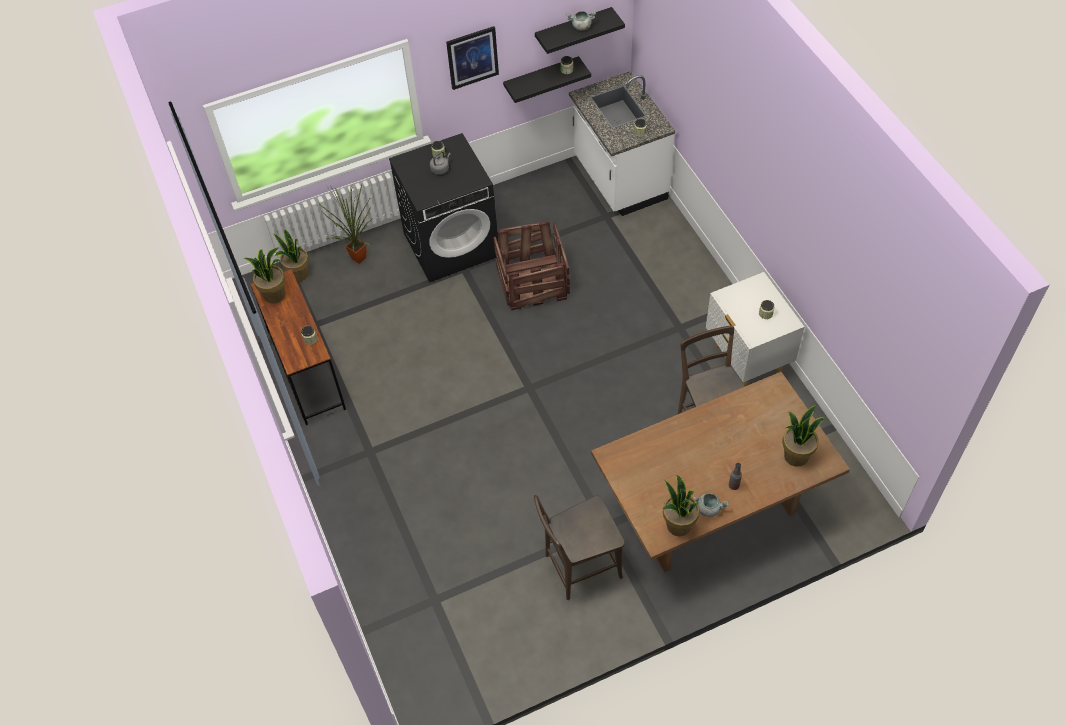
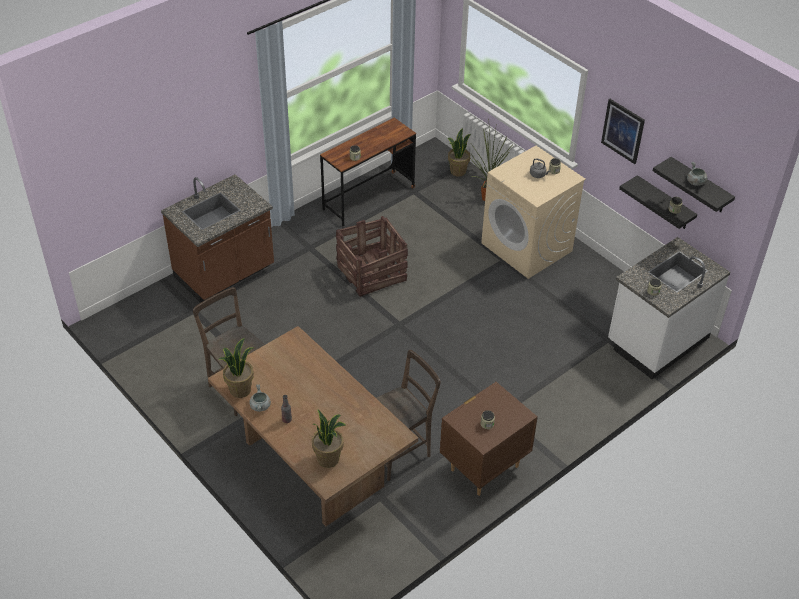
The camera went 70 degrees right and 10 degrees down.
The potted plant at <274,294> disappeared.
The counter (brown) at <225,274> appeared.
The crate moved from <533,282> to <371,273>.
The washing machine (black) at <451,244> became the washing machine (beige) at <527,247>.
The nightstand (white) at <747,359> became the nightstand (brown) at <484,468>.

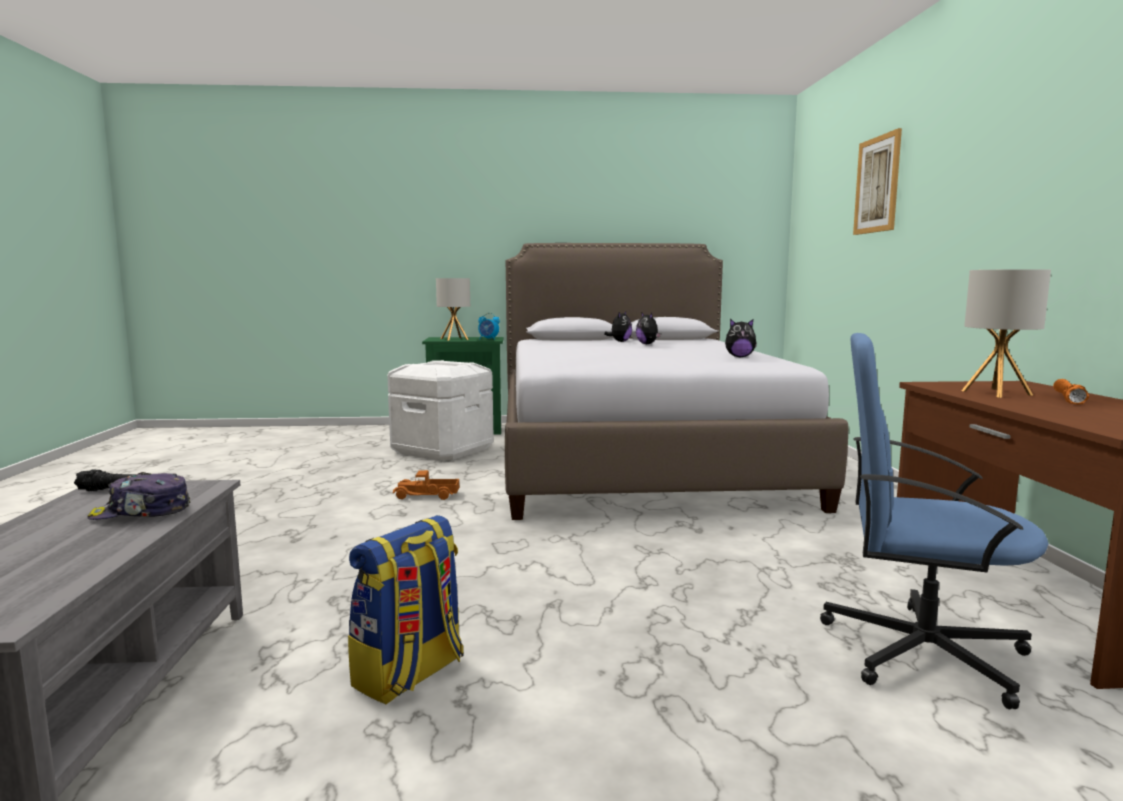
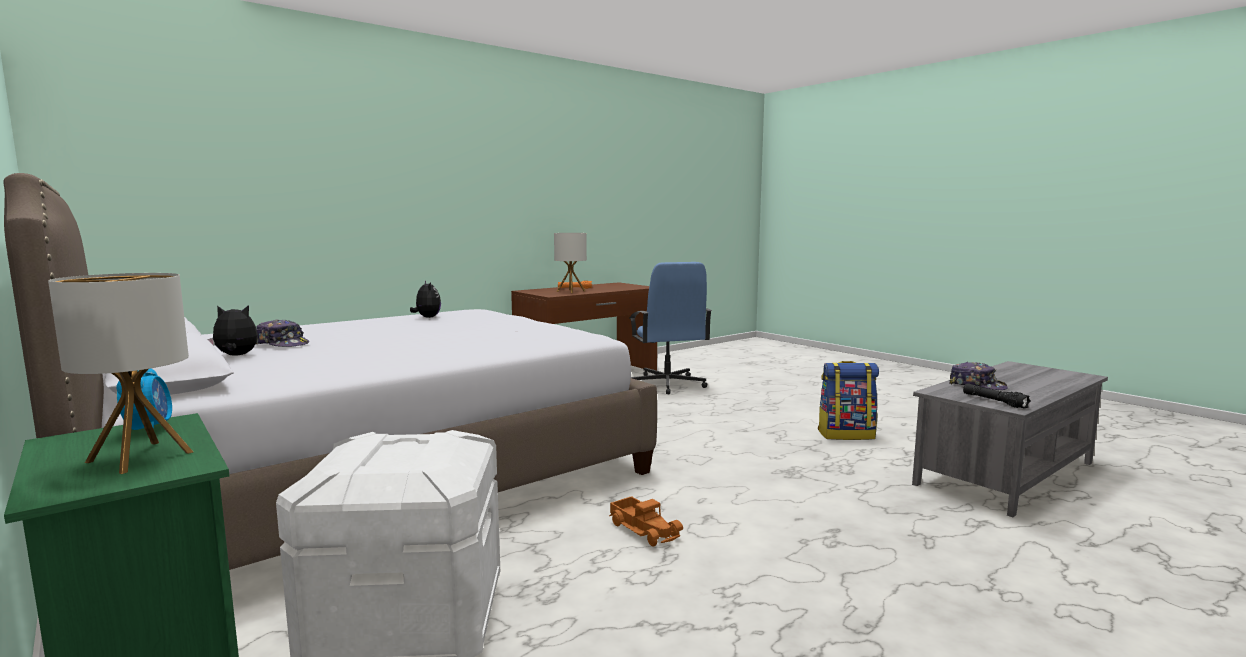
The camera went 125 degrees left and 0 degrees up.
The picture at <877,185> disappeared.
The plush toy at <648,344> was replaced by the cap at <282,344>.

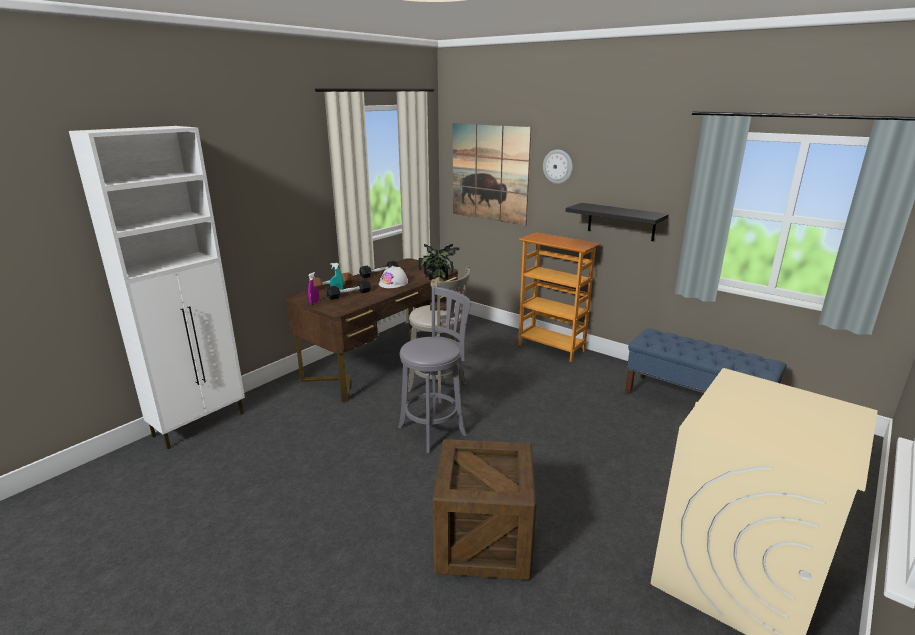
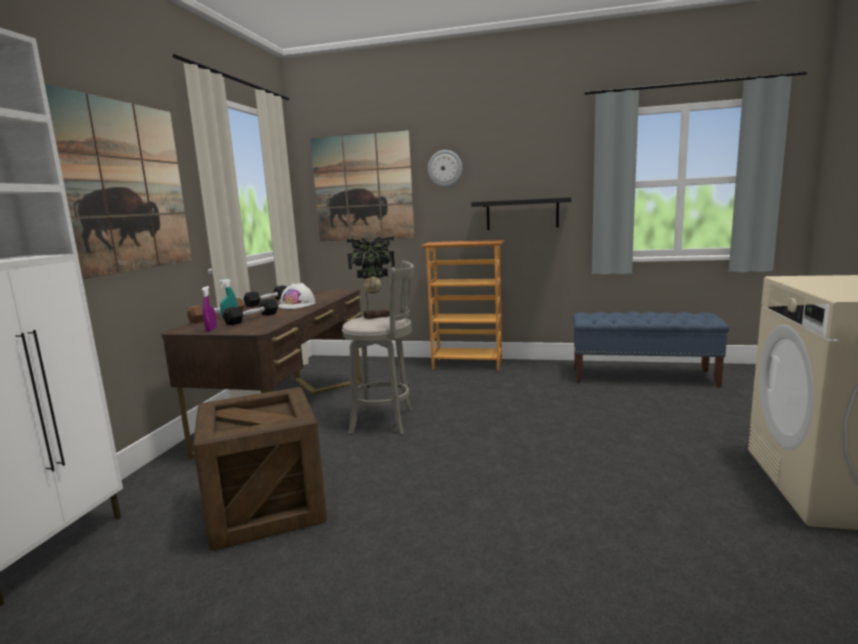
The camera went 25 degrees left and 10 degrees down.
The stool (grey) at <435,430> disappeared.
The picture at <122,187> appeared.
The crate moved from <483,541> to <266,508>.

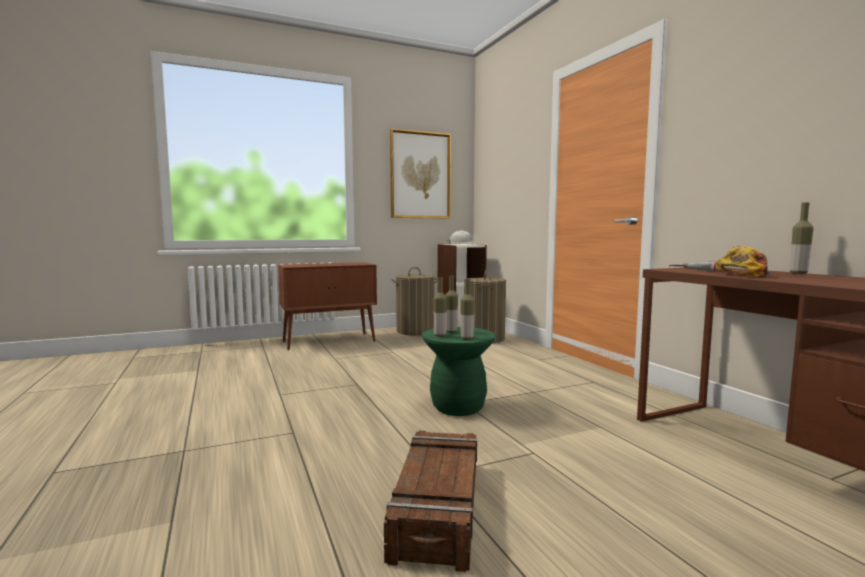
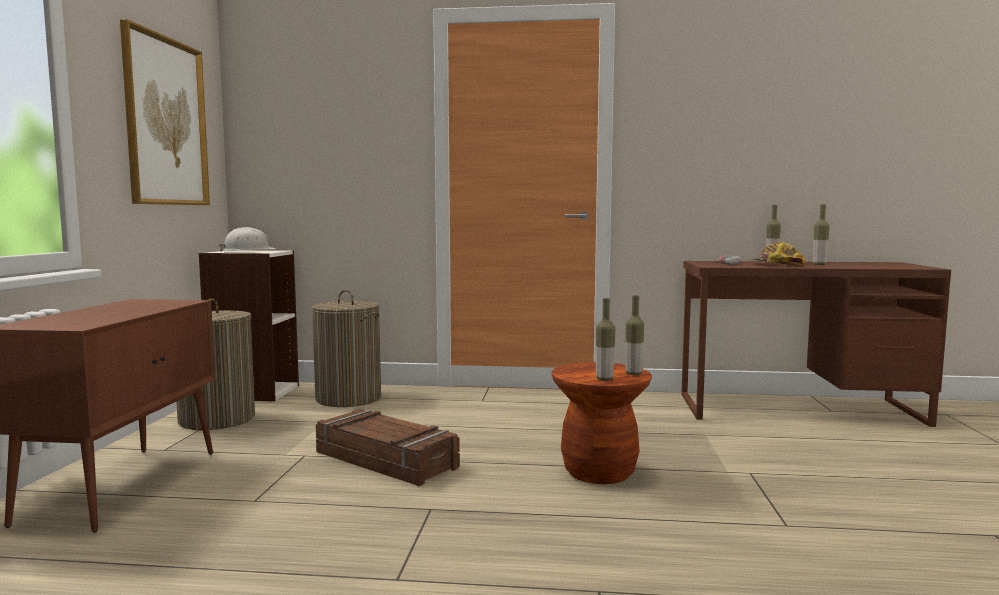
The camera went 60 degrees left and 0 degrees up.
The crate moved from <439,507> to <386,460>.
The bottle moved from <451,332> to <819,264>.
The stool (green) at <458,407> became the stool (brown) at <599,472>.

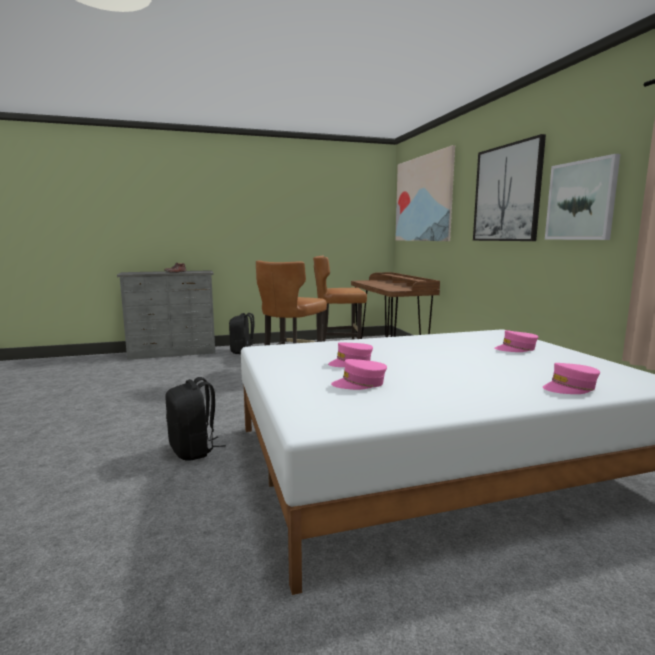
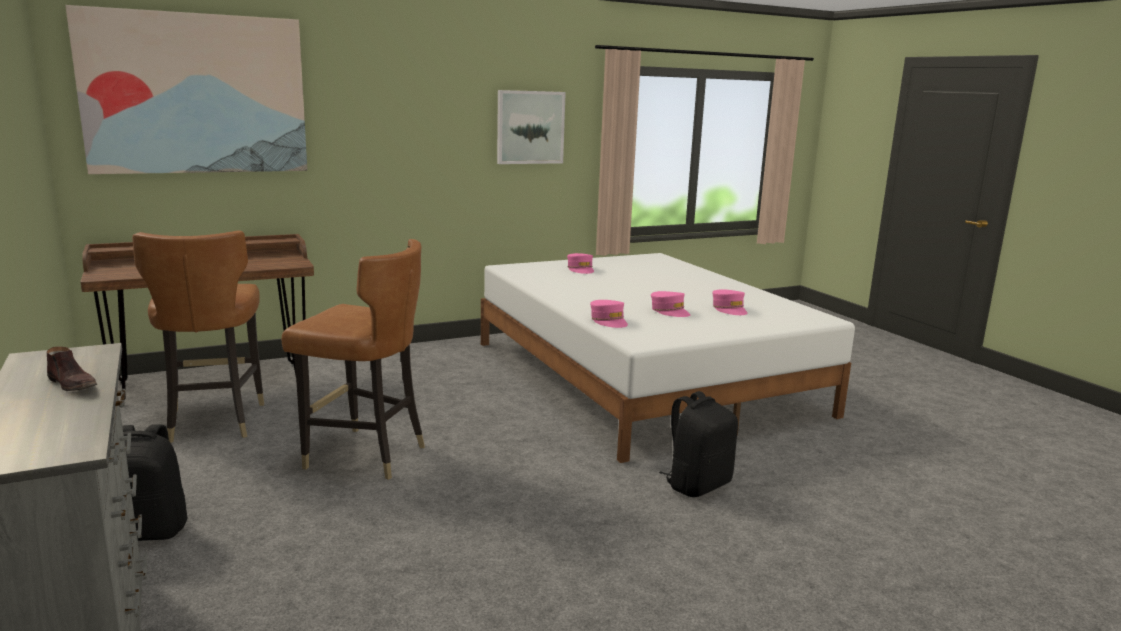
The camera went 100 degrees left and 5 degrees up.
The picture at <507,193> disappeared.
The cap (pink) moved from <570,388> to <609,321>.

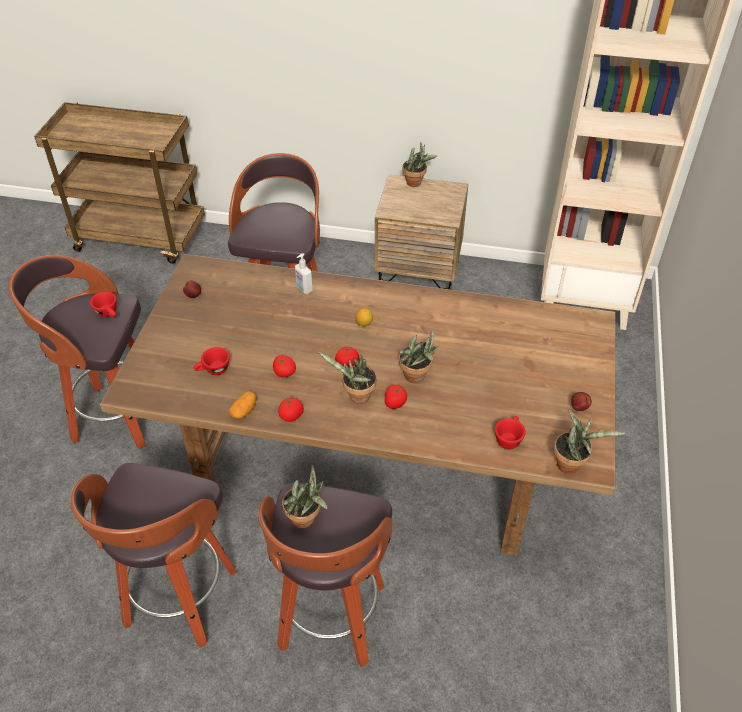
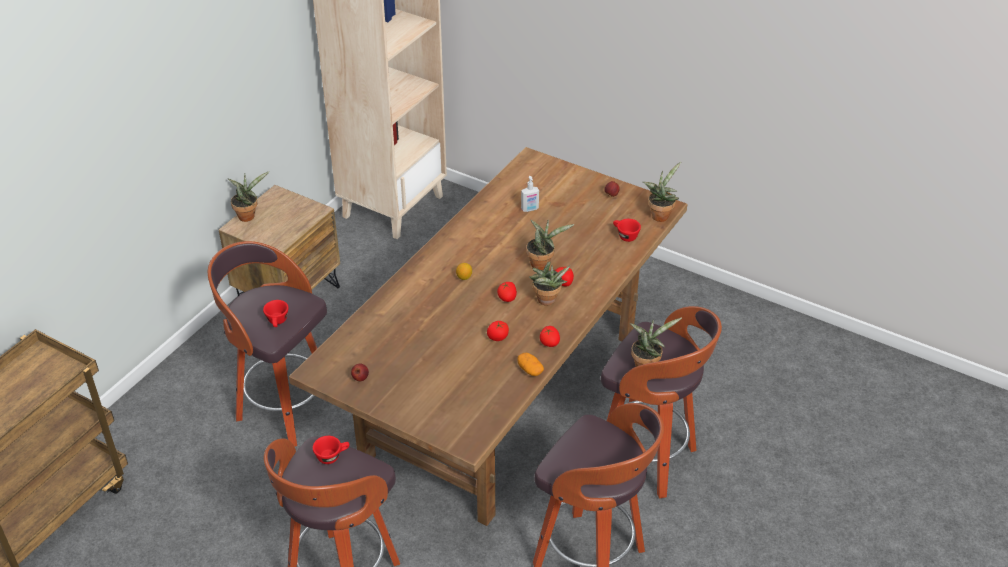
The camera went 70 degrees left and 5 degrees down.
The cup (red) moved from <213,370> to <277,322>.
The soap dispenser moved from <304,289> to <530,209>.

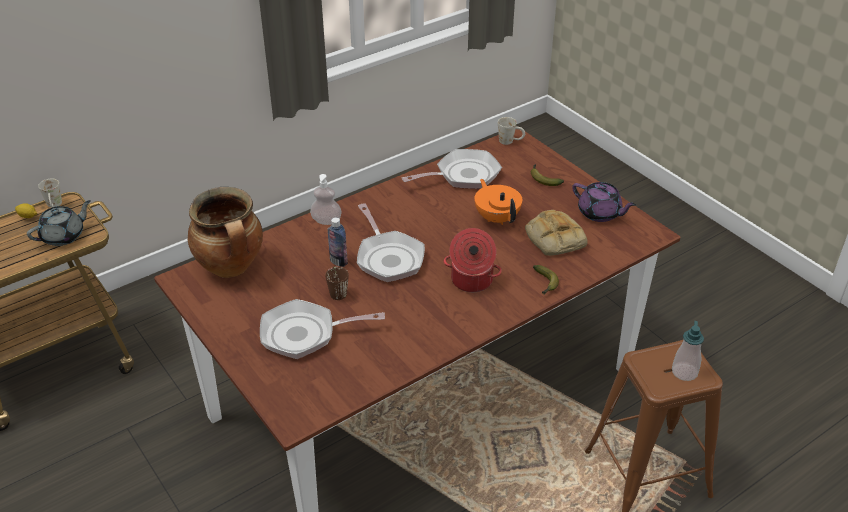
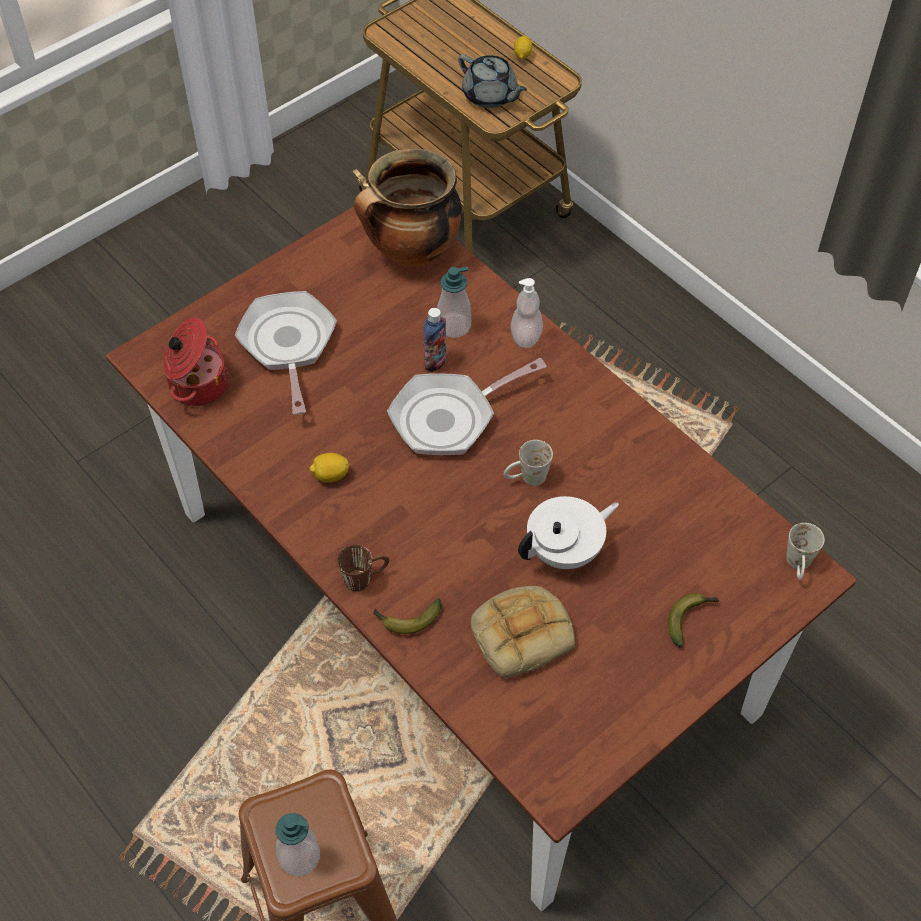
The camera went 85 degrees right and 15 degrees up.
The frying pan at <463,175> disappeared.
The teapot (purple) at <600,213> disappeared.
The lemon at <330,475> appeared.
The soap dispenser at <454,326> appeared.
The mug (white) moved from <54,206> to <526,478>.
The mug (brown) moved from <337,291> to <365,577>.
The cooking pot moved from <471,281> to <197,384>.
The teapot (orange) at <497,218> became the teapot (white) at <565,551>.

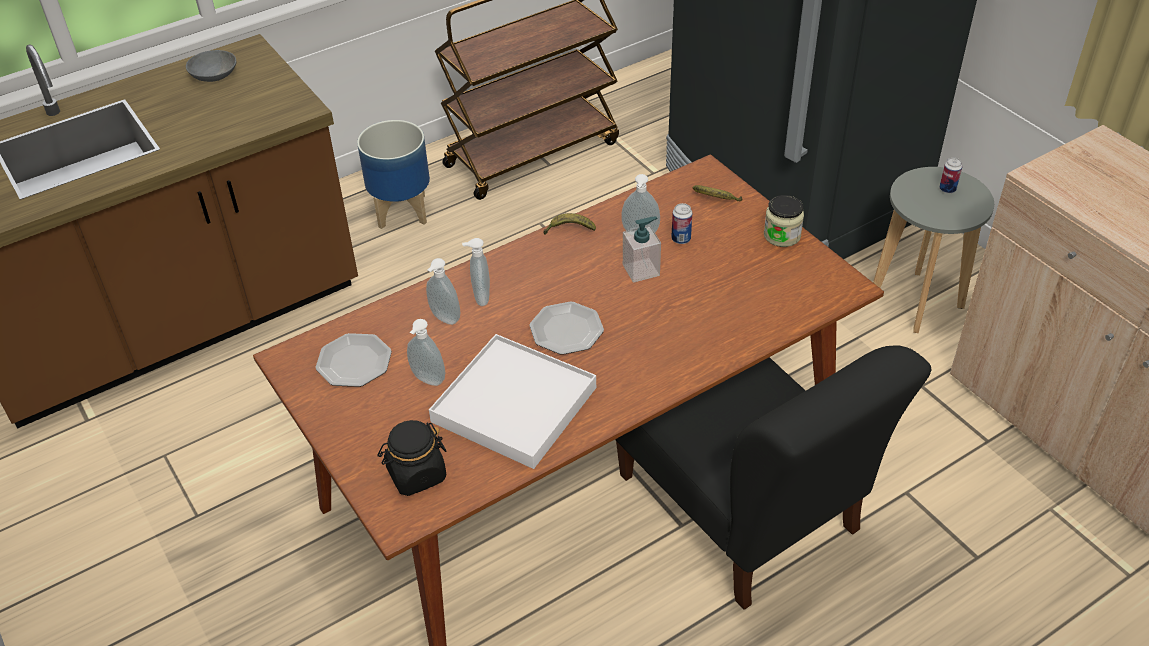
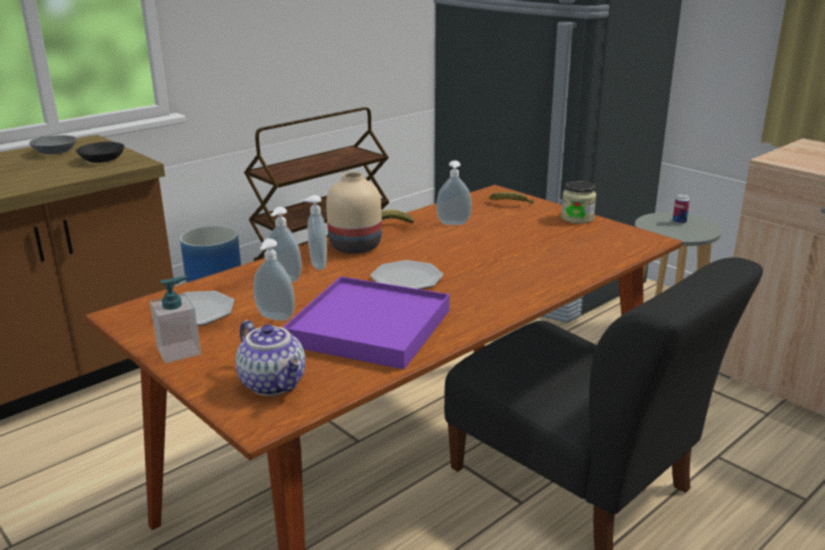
The camera went 10 degrees left and 20 degrees down.
The can at <681,239> disappeared.
The bowl (black) at <101,160> appeared.
The vase (beige) at <357,246> appeared.
The soap dispenser moved from <641,270> to <179,351>.
The jar (black) at <416,474> was replaced by the teapot at <274,384>.
The tray (white) at <513,405> became the tray (purple) at <369,327>.

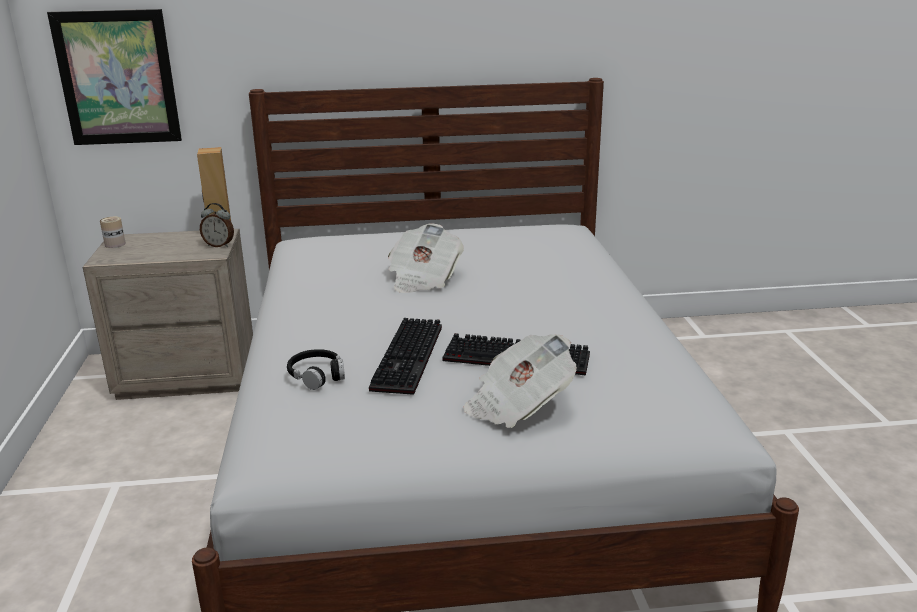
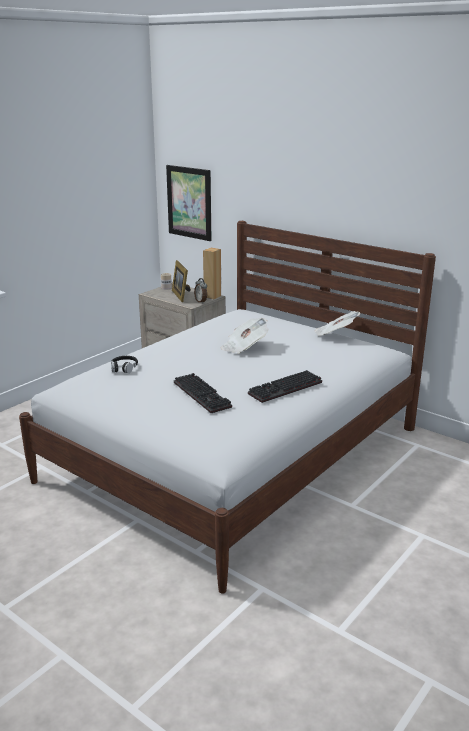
The camera went 45 degrees right and 0 degrees up.
The picture frame at <181,295> appeared.
The keyboard moved from <410,359> to <285,389>.
The newspaper moved from <518,405> to <335,334>.

